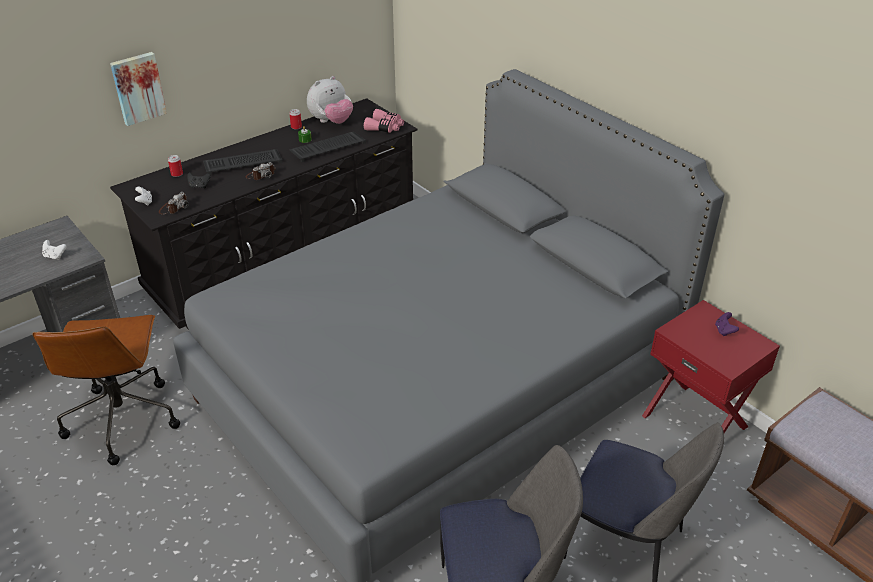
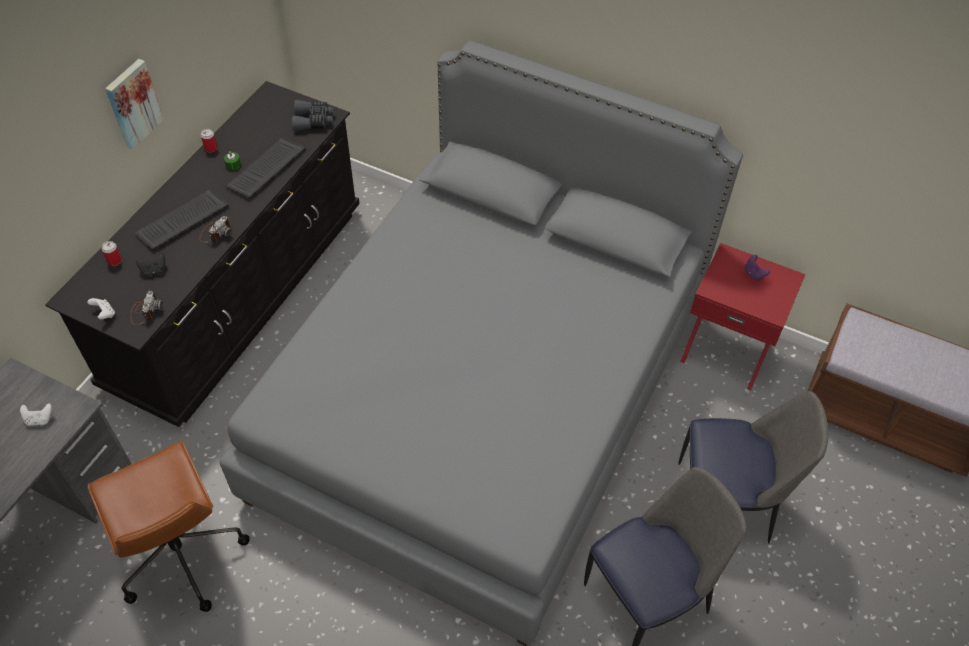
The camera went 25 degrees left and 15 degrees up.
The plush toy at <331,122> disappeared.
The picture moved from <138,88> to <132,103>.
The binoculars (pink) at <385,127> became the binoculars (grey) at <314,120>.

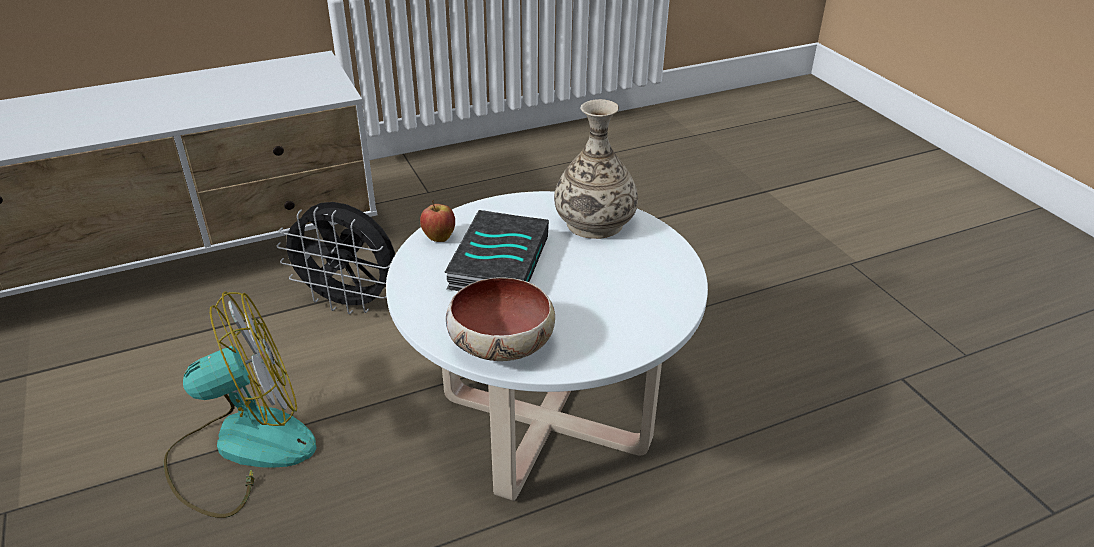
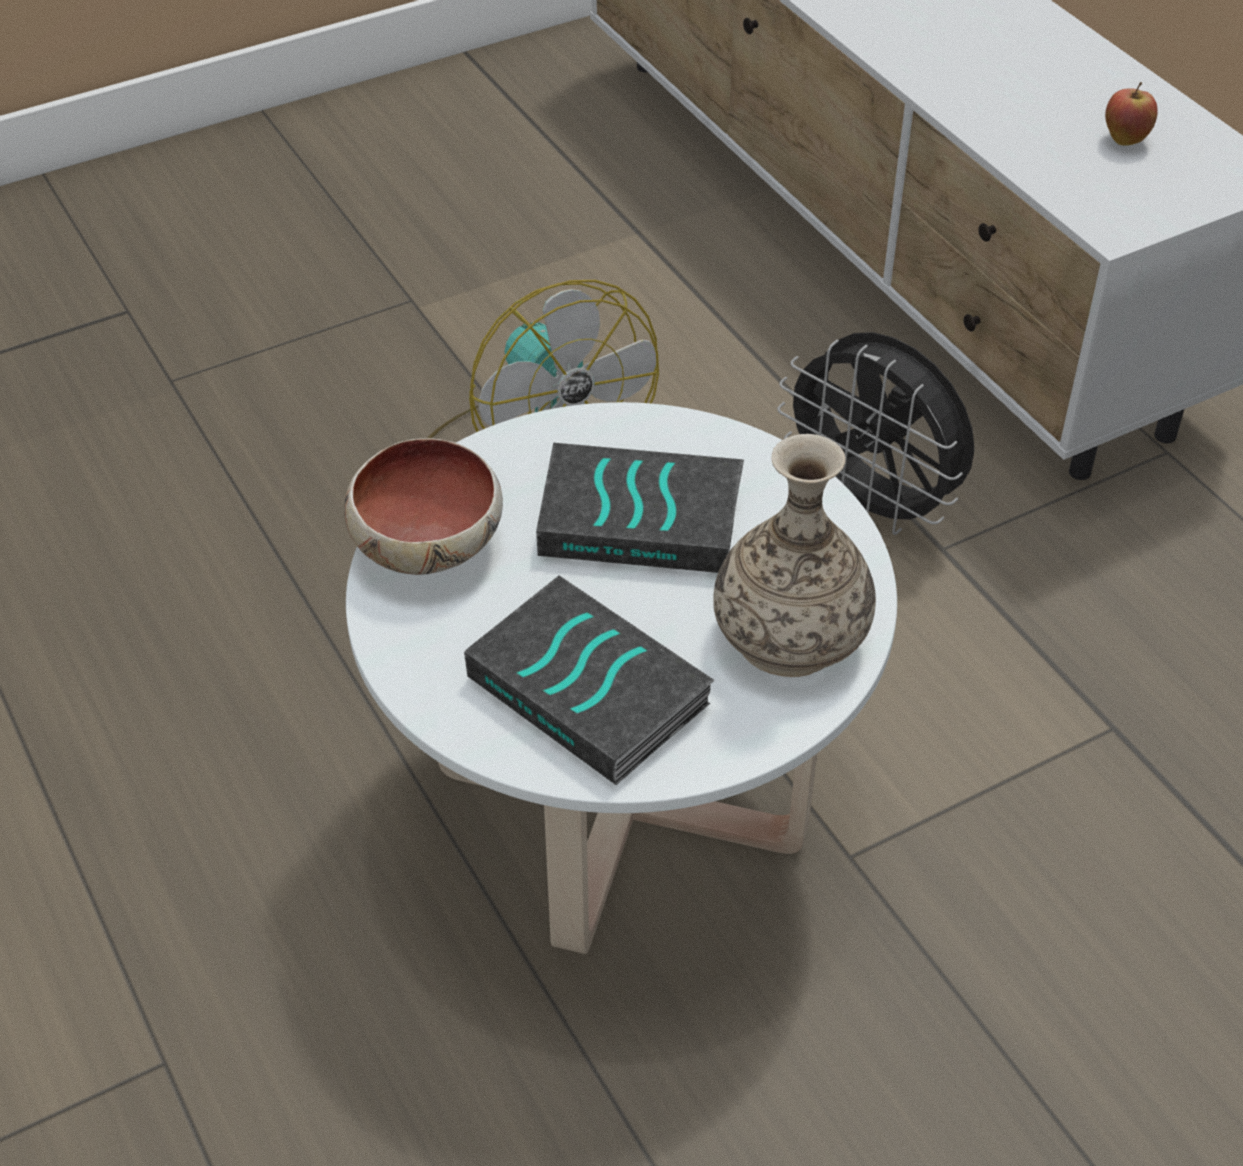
The camera went 85 degrees right and 10 degrees up.
The book at <592,690> appeared.
The apple moved from <439,238> to <1125,140>.
The fan (black) at <350,302> turned 60 degrees counterclockwise.

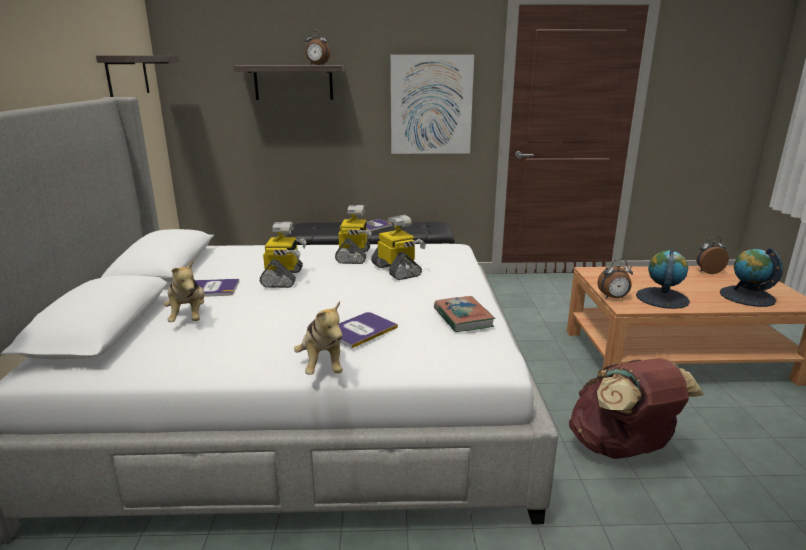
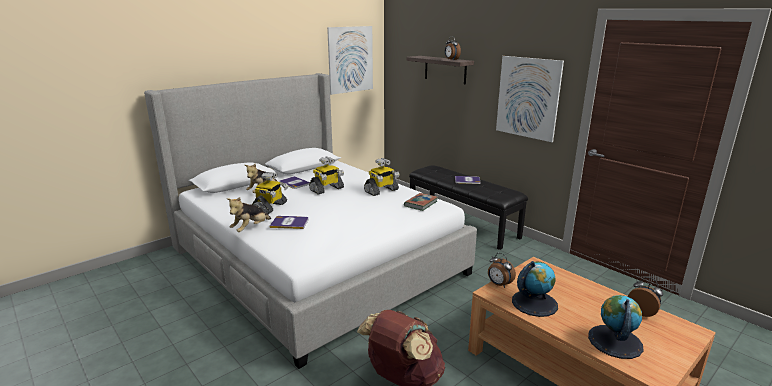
The camera went 50 degrees right and 0 degrees up.
The toy robot moved from <397,270> to <270,207>.
The book moved from <463,318> to <421,204>.
The shelf at <127,75> was replaced by the picture at <350,59>.

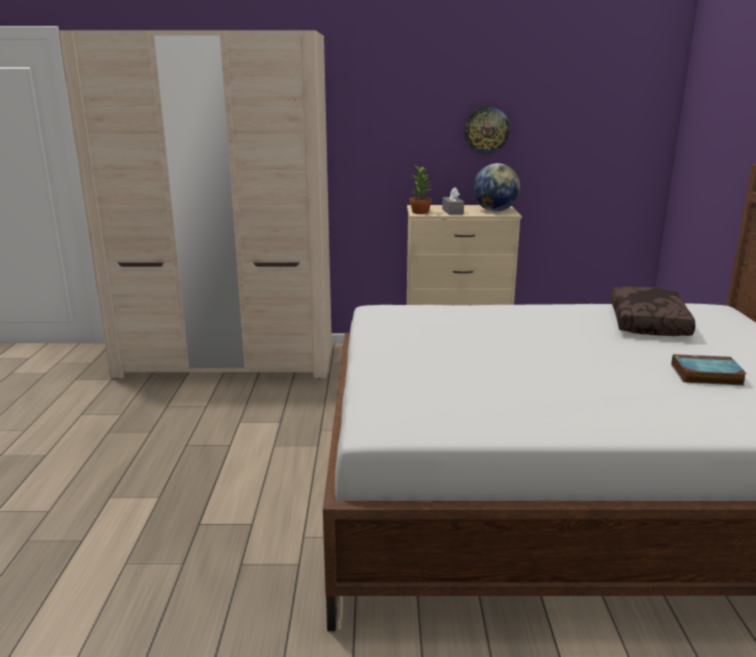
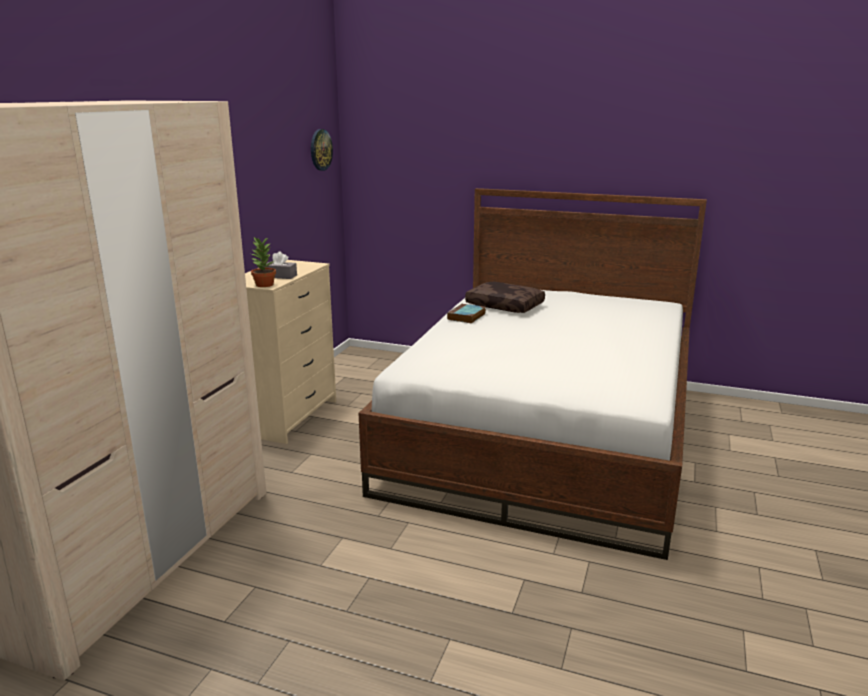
The camera went 70 degrees left and 0 degrees up.
The globe at <495,211> disappeared.
The wall clock moved from <486,130> to <320,150>.
The book moved from <705,375> to <466,317>.

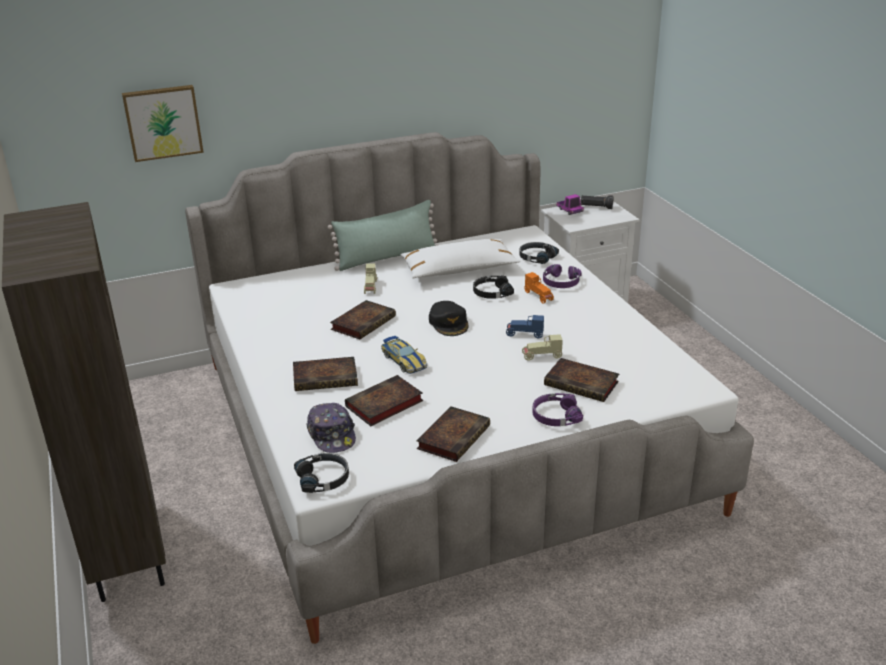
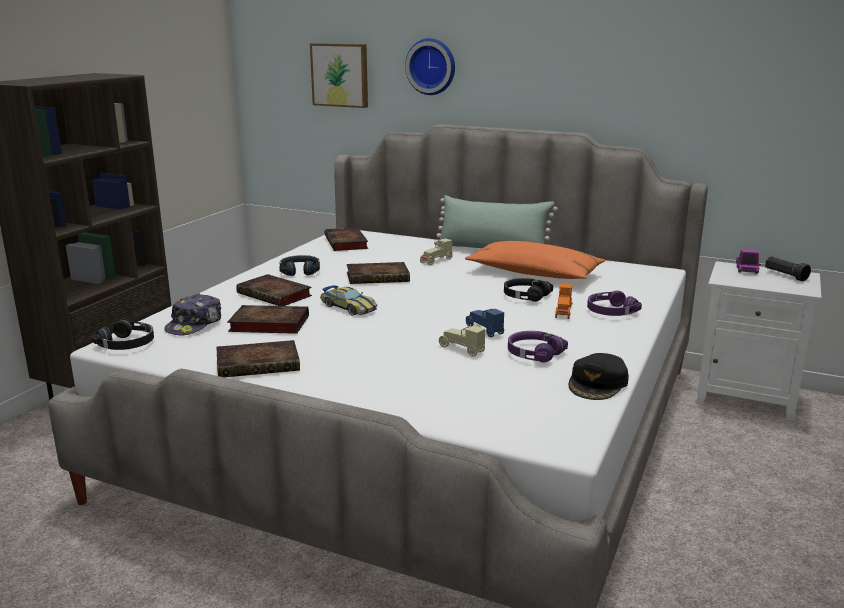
The camera went 45 degrees right and 10 degrees down.
The wall clock at <432,66> appeared.
The cap (black) moved from <449,323> to <598,383>.
The headphones (black) moved from <536,257> to <300,271>.
The headphones (purple) moved from <555,416> to <534,353>.
The book moved from <583,384> to <347,243>.
The pillow (white) at <459,269> became the pillow (orange) at <534,273>.
The toy car at <404,360> turned 60 degrees counterclockwise.

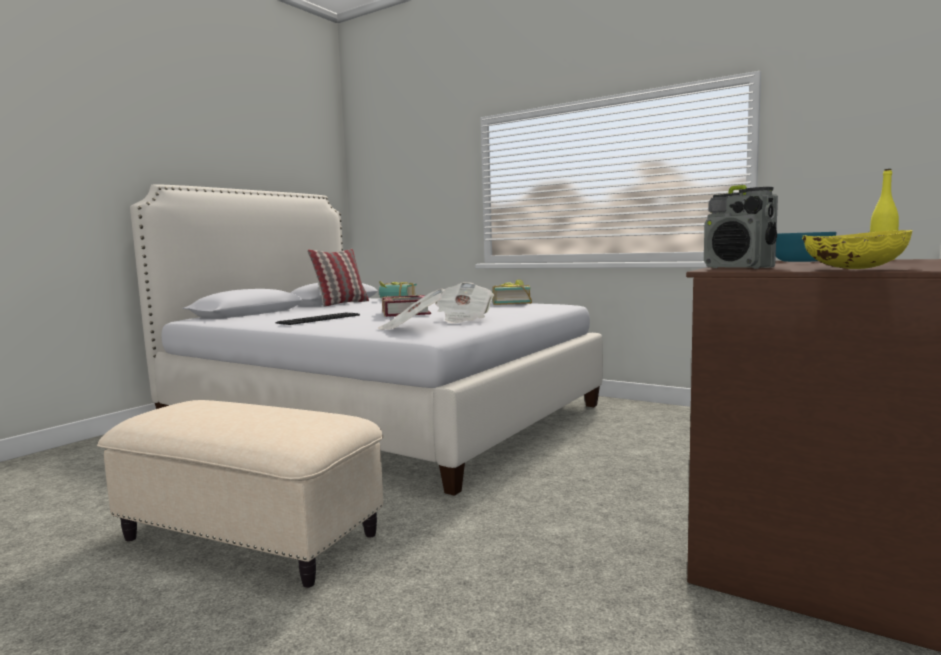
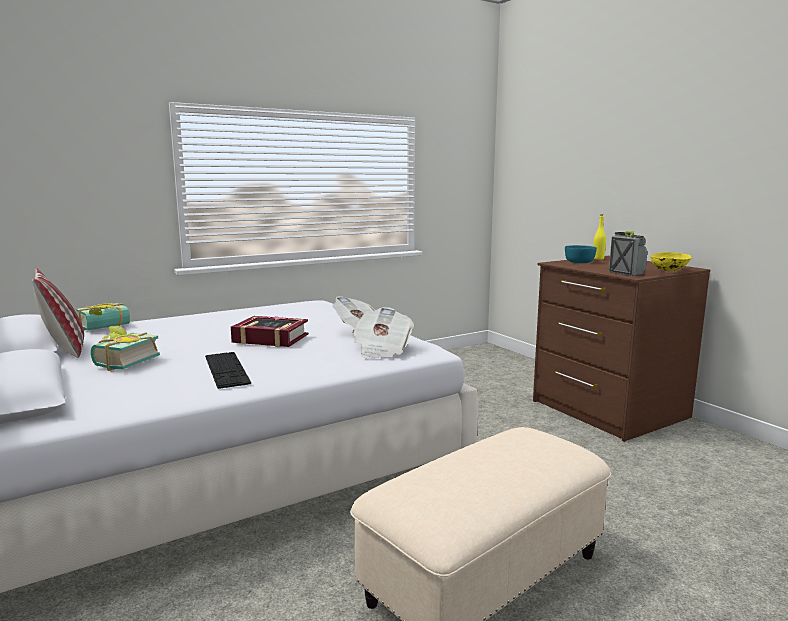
The camera went 65 degrees left and 5 degrees up.
The book moved from <510,303> to <122,362>.
The radio at <739,268> turned 105 degrees counterclockwise.

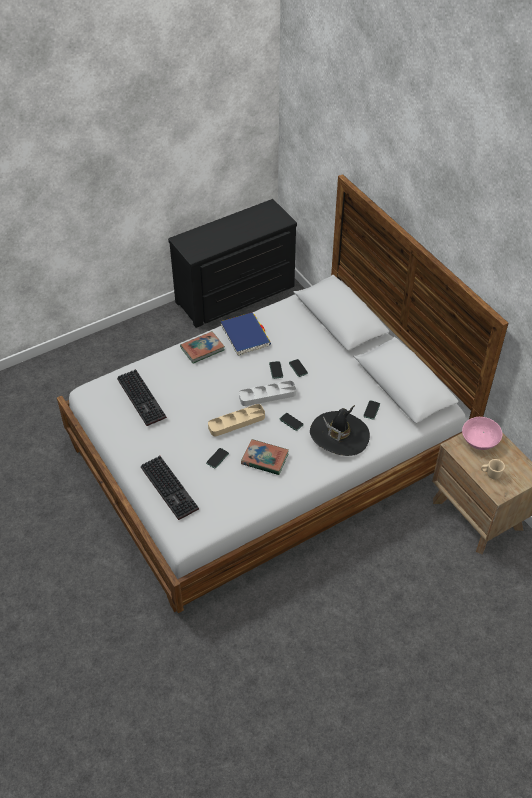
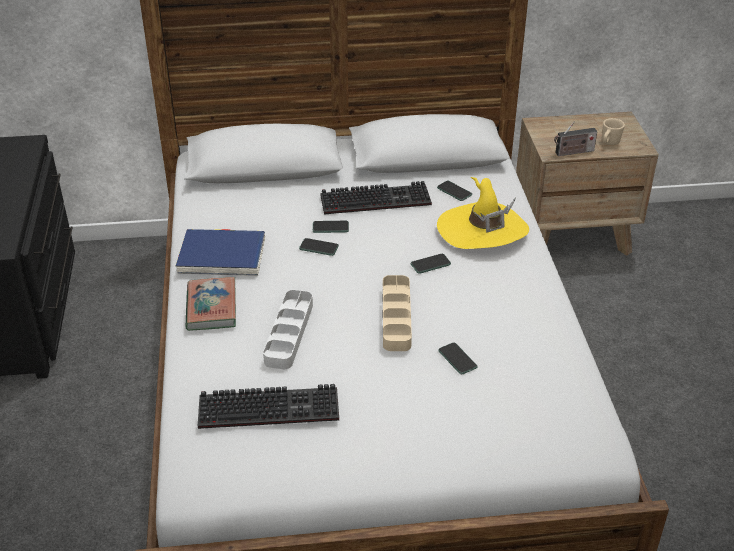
The camera went 65 degrees left and 10 degrees down.
The book at <265,459> disappeared.
The bowl (pink) at <479,441> disappeared.
The radio at <573,152> appeared.
The keyboard moved from <171,488> to <377,199>.
The tray (grey) moved from <267,395> to <289,333>.
The hat (black) at <339,435> became the hat (yellow) at <482,230>.

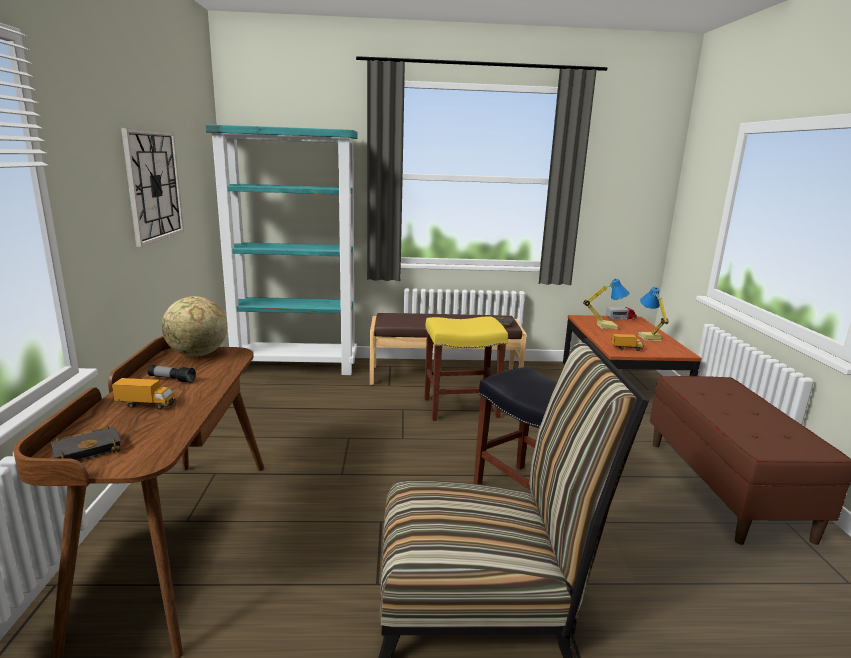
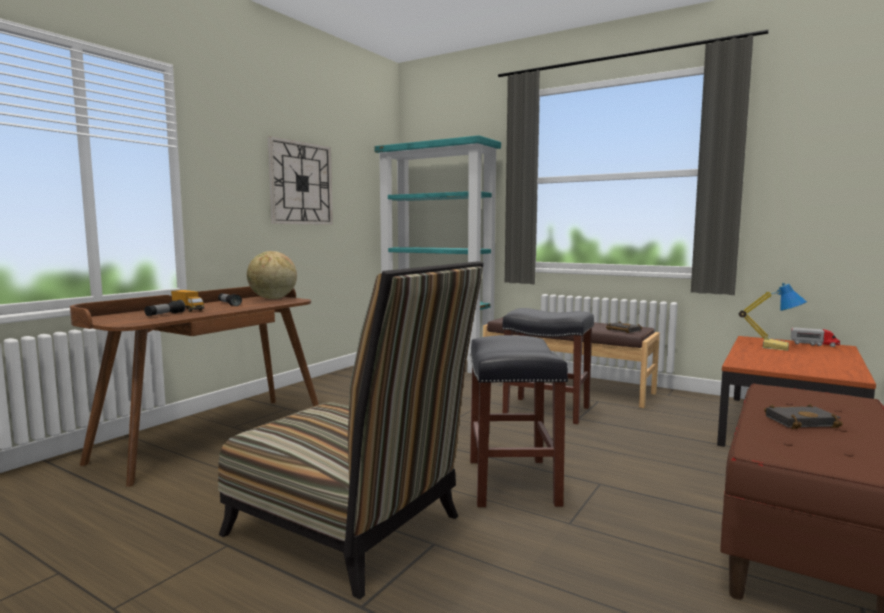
The camera went 35 degrees right and 10 degrees down.
The toy truck at <626,349> disappeared.
The table lamp at <648,337> disappeared.
The flashlight at <165,315> appeared.
The book (black) moved from <89,449> to <801,421>.
The stool (yellow) at <461,407> became the stool (black) at <548,410>.

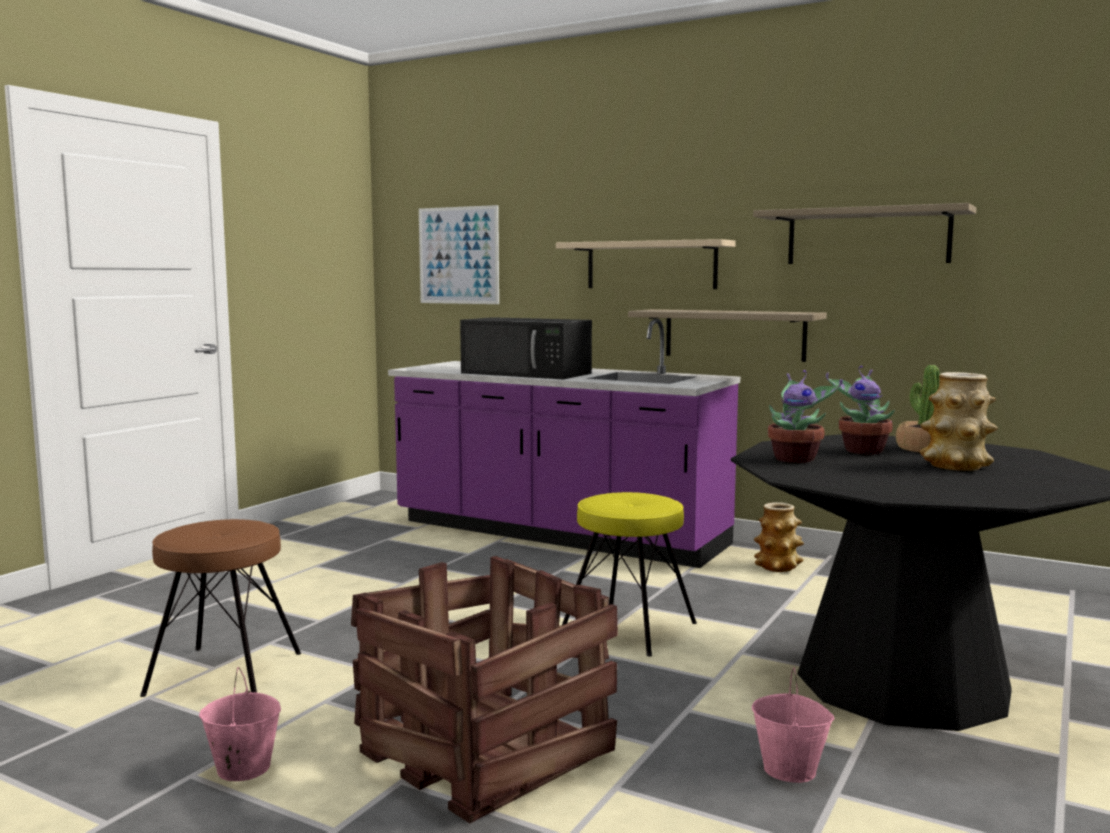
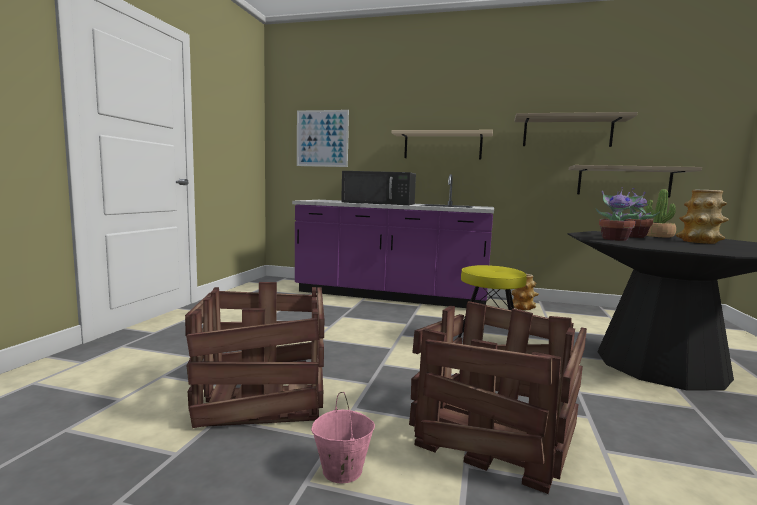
The camera went 15 degrees left and 0 degrees up.
The bucket (pink) at <790,770> disappeared.
The shelf moved from <734,334> to <623,181>.
The stool (brown) at <224,673> was replaced by the crate at <263,394>.

